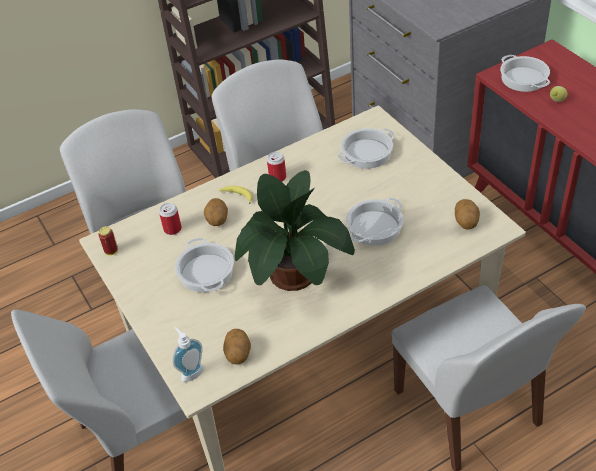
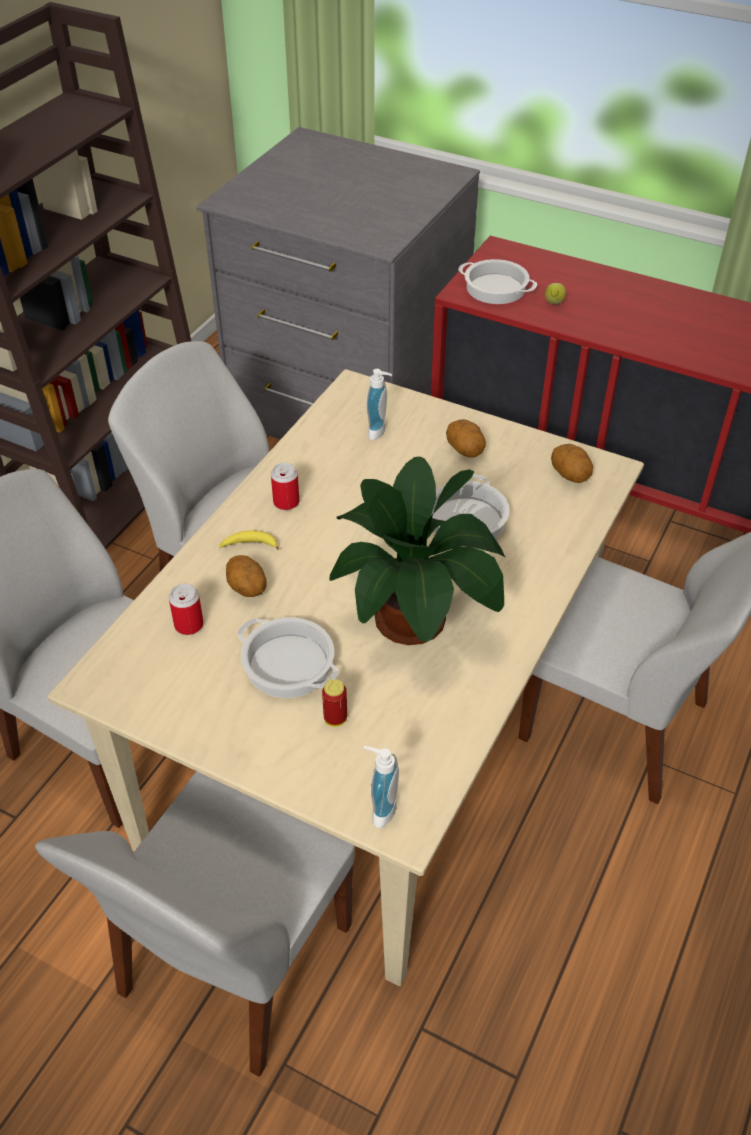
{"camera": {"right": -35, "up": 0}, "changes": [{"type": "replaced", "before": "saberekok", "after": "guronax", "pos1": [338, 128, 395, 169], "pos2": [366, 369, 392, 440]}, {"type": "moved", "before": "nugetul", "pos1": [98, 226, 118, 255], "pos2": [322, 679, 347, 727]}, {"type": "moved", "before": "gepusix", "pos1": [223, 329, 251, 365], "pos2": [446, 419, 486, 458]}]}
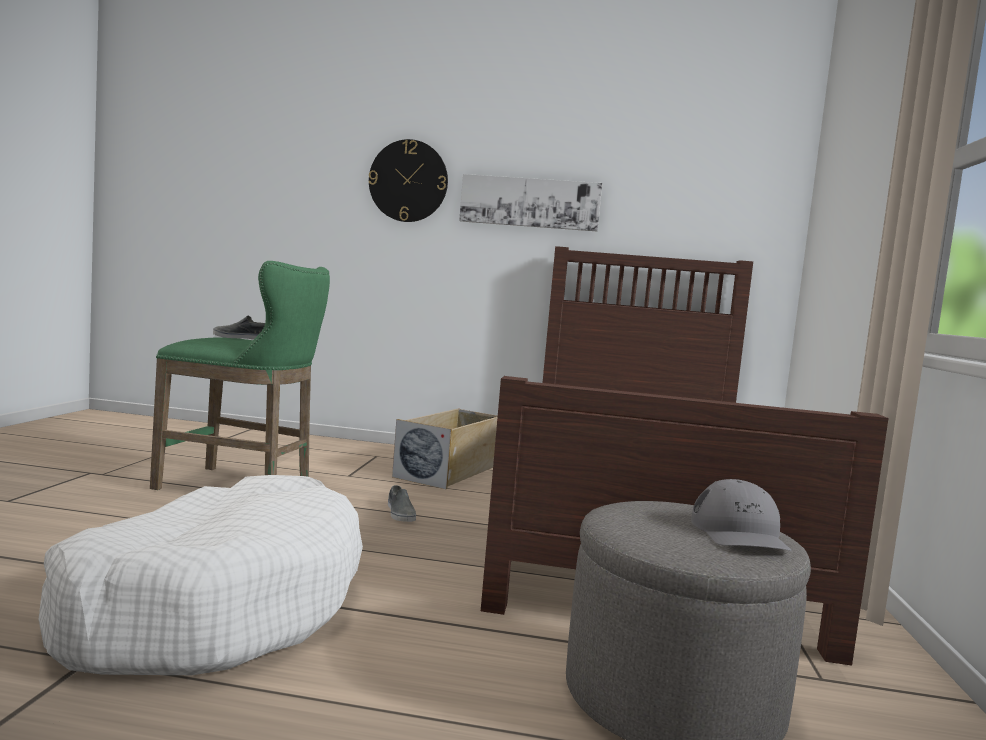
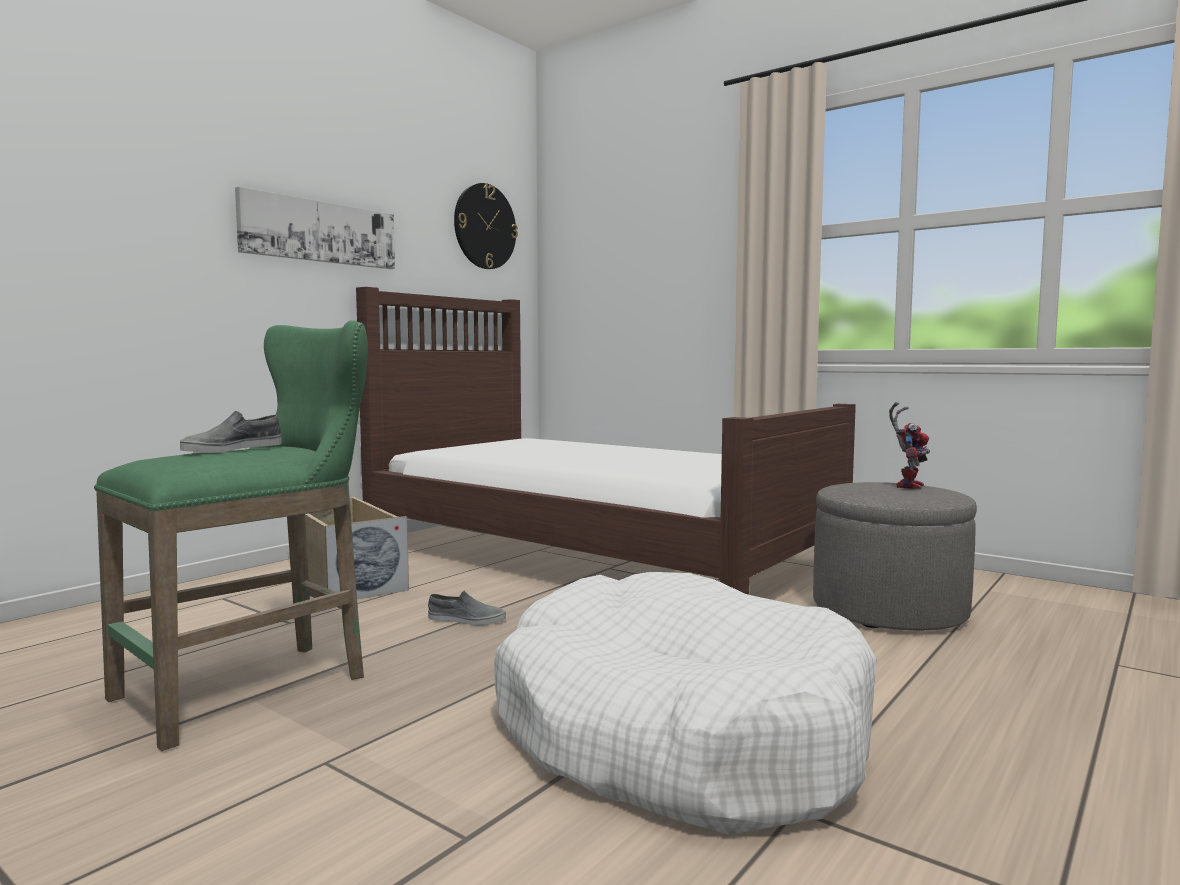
{"camera": {"right": -60, "up": 0}, "changes": [{"type": "moved", "before": "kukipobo", "pos1": [369, 139, 448, 222], "pos2": [454, 183, 518, 269]}, {"type": "replaced", "before": "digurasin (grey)", "after": "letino", "pos1": [691, 479, 792, 551], "pos2": [889, 402, 930, 490]}]}
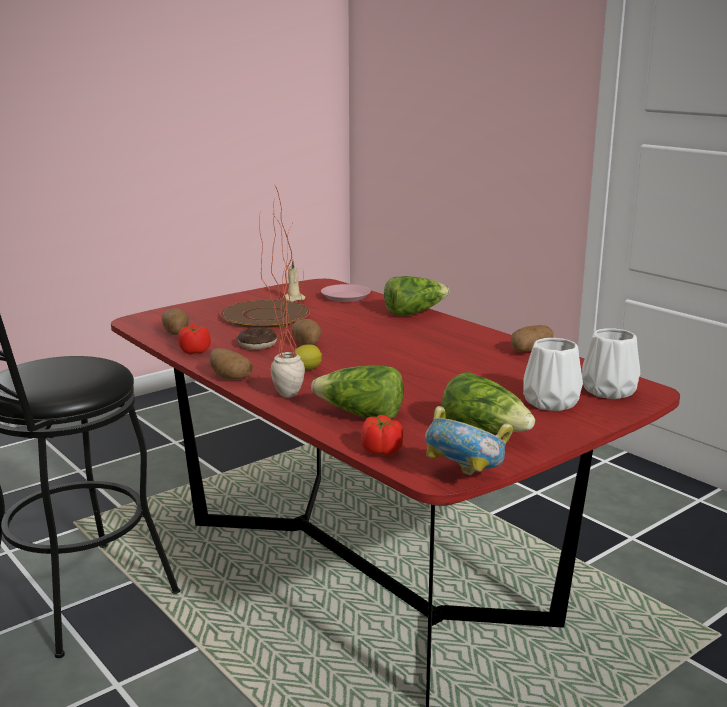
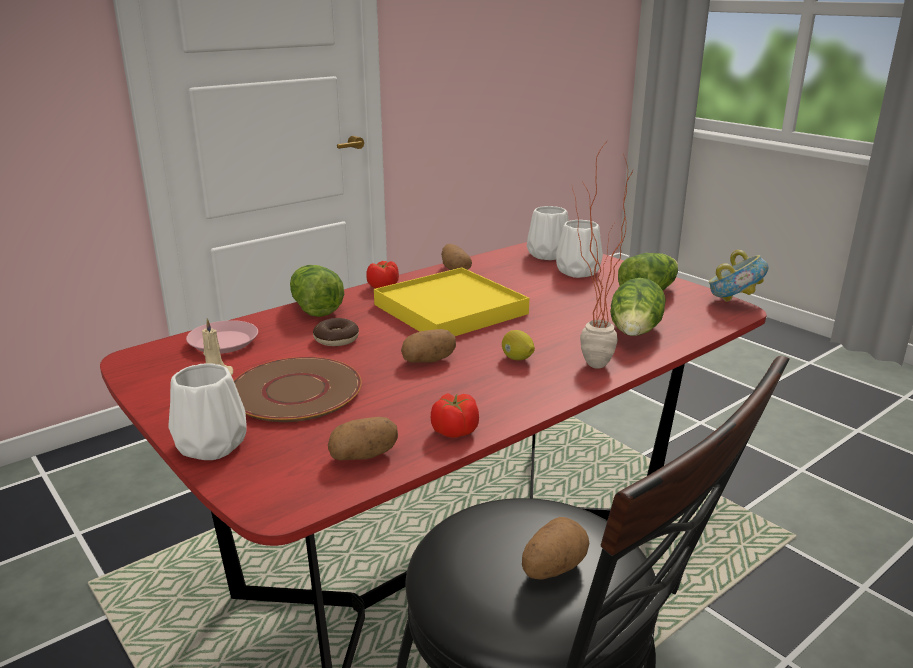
{"camera": {"right": -90, "up": 5}, "changes": [{"type": "moved", "before": "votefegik", "pos1": [238, 327, 277, 350], "pos2": [313, 318, 359, 346]}, {"type": "moved", "before": "gepusix", "pos1": [210, 348, 253, 379], "pos2": [522, 517, 589, 580]}, {"type": "moved", "before": "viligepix", "pos1": [361, 415, 403, 456], "pos2": [366, 261, 399, 288]}, {"type": "added", "after": "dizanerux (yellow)", "pos2": [374, 267, 529, 336]}, {"type": "added", "after": "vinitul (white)", "pos2": [168, 363, 247, 460]}]}
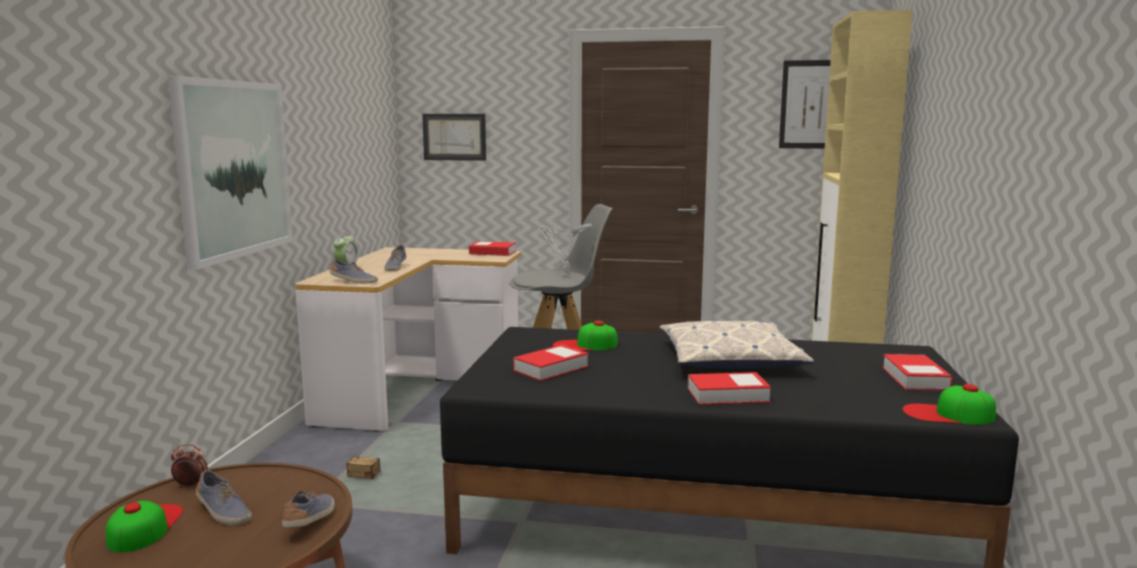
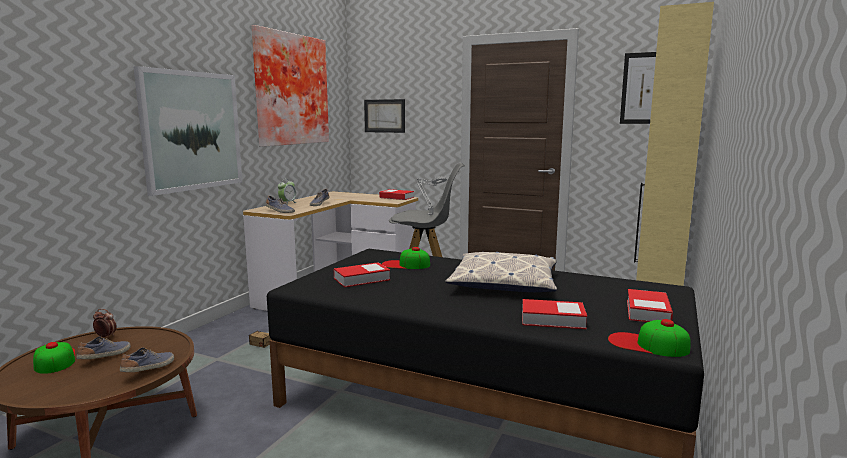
{"camera": {"right": 15, "up": 0}, "changes": [{"type": "moved", "before": "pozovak", "pos1": [688, 372, 771, 405], "pos2": [522, 299, 587, 329]}, {"type": "turned", "before": "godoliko", "pos1": [196, 470, 252, 525], "pos2": [77, 337, 131, 359], "turn": -120}, {"type": "turned", "before": "digurasin", "pos1": [106, 501, 183, 553], "pos2": [33, 342, 75, 374], "turn": -45}, {"type": "added", "after": "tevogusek", "pos2": [252, 25, 329, 147]}]}
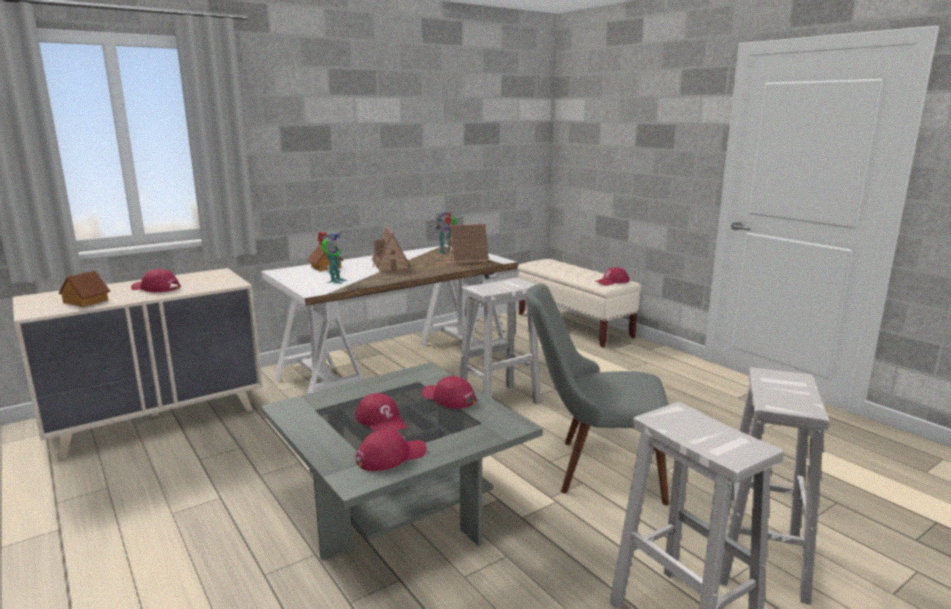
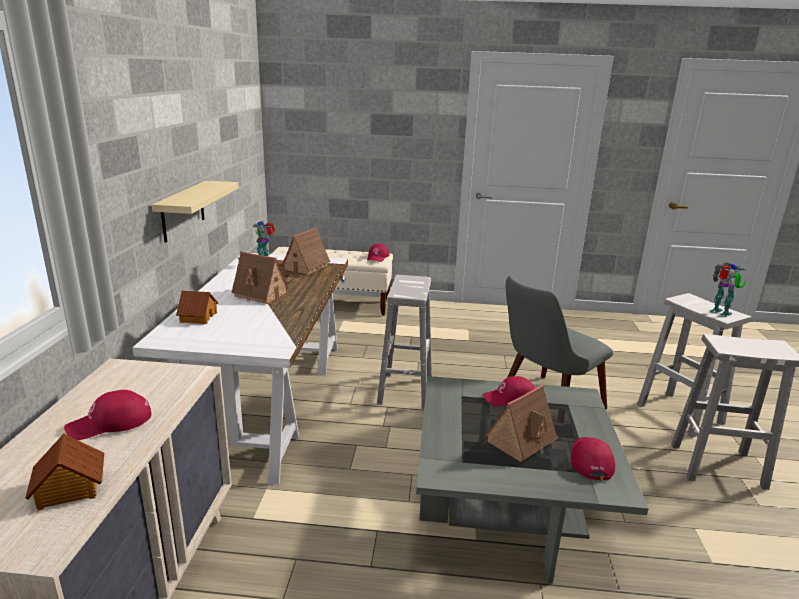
{"camera": {"right": -50, "up": 5}, "changes": [{"type": "moved", "before": "letino", "pos1": [318, 232, 347, 284], "pos2": [710, 262, 746, 317]}, {"type": "replaced", "before": "digurasin (red)", "after": "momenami", "pos1": [355, 393, 407, 432], "pos2": [484, 385, 559, 462]}, {"type": "added", "after": "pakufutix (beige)", "pos2": [152, 181, 239, 242]}]}
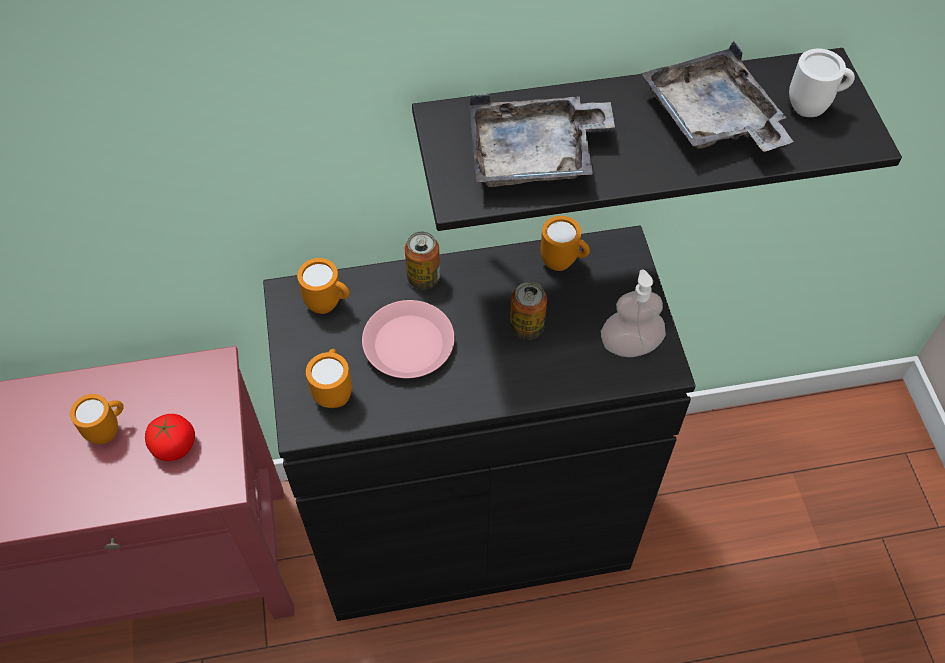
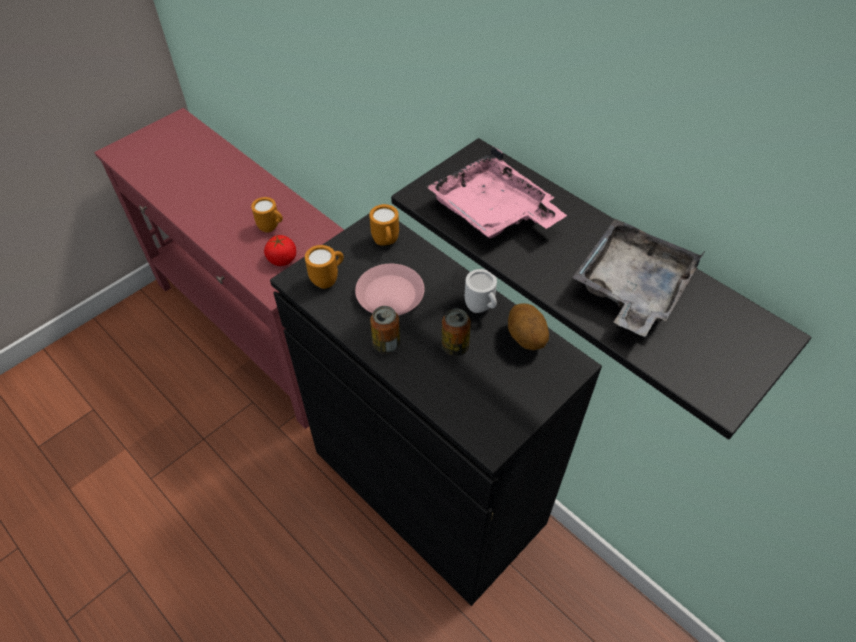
{"camera": {"right": 55, "up": -5}, "changes": [{"type": "moved", "before": "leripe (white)", "pos1": [789, 49, 855, 117], "pos2": [465, 269, 497, 313]}, {"type": "recoloured", "before": "dizanerux (grey)", "after": "dizanerux (pink)", "pos1": [470, 94, 615, 187], "pos2": [426, 146, 567, 238]}, {"type": "replaced", "before": "leripe (orange)", "after": "gepusix", "pos1": [540, 216, 590, 271], "pos2": [508, 303, 549, 350]}, {"type": "moved", "before": "nugetul", "pos1": [405, 232, 440, 289], "pos2": [370, 306, 400, 354]}, {"type": "removed", "before": "guronax", "pos1": [601, 270, 666, 357]}]}
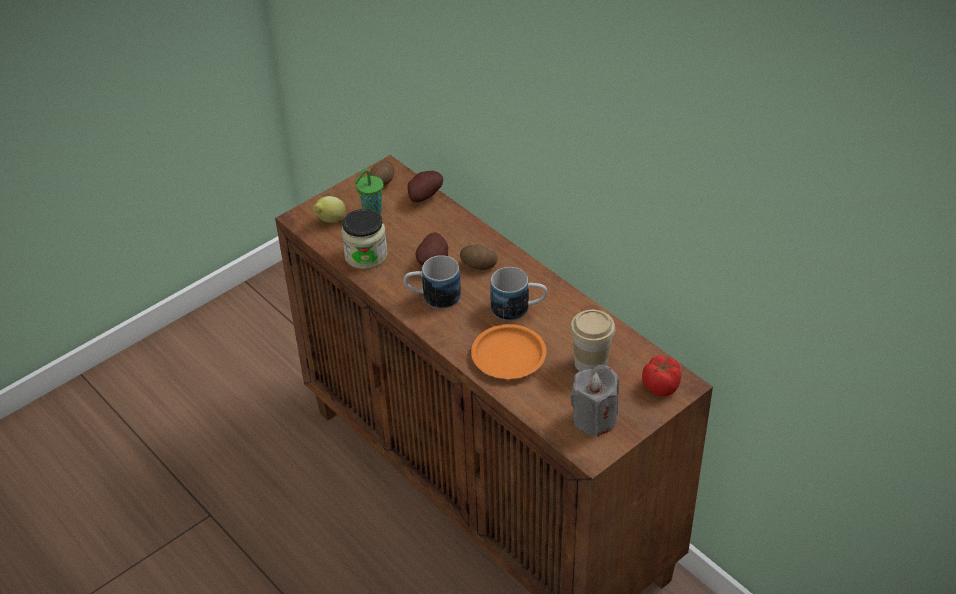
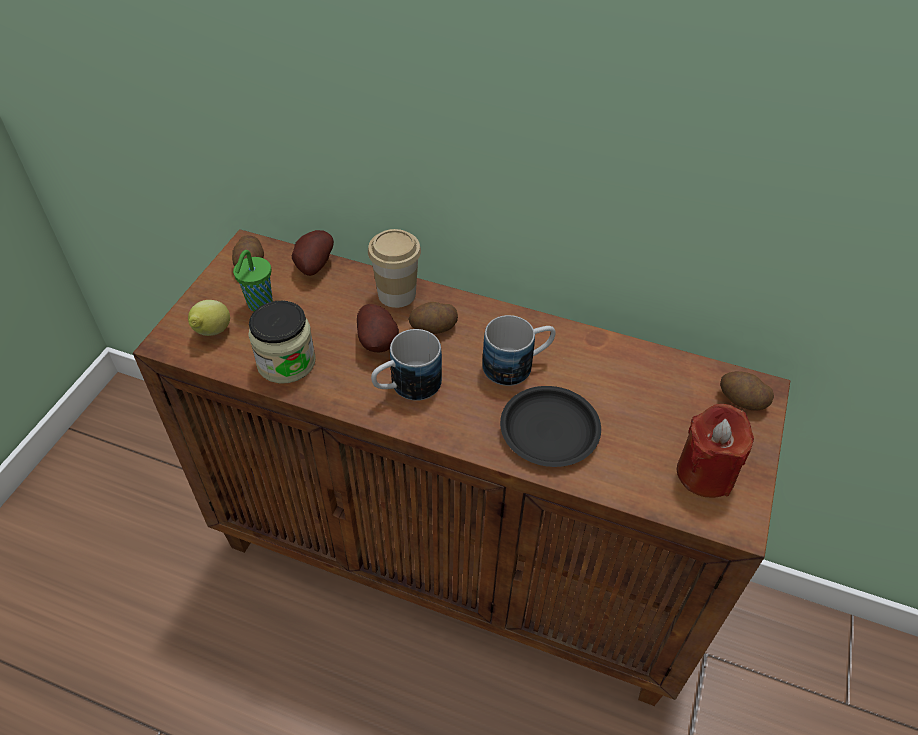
{"camera": {"right": -30, "up": 5}, "changes": [{"type": "moved", "before": "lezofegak", "pos1": [570, 310, 615, 371], "pos2": [368, 229, 421, 308]}, {"type": "recoloured", "before": "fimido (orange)", "after": "fimido (black)", "pos1": [471, 324, 546, 379], "pos2": [500, 386, 601, 467]}, {"type": "replaced", "before": "viligepix", "after": "gepusix", "pos1": [642, 356, 681, 396], "pos2": [720, 371, 774, 411]}, {"type": "recoloured", "before": "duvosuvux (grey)", "after": "duvosuvux (red)", "pos1": [570, 365, 619, 437], "pos2": [676, 404, 754, 498]}]}
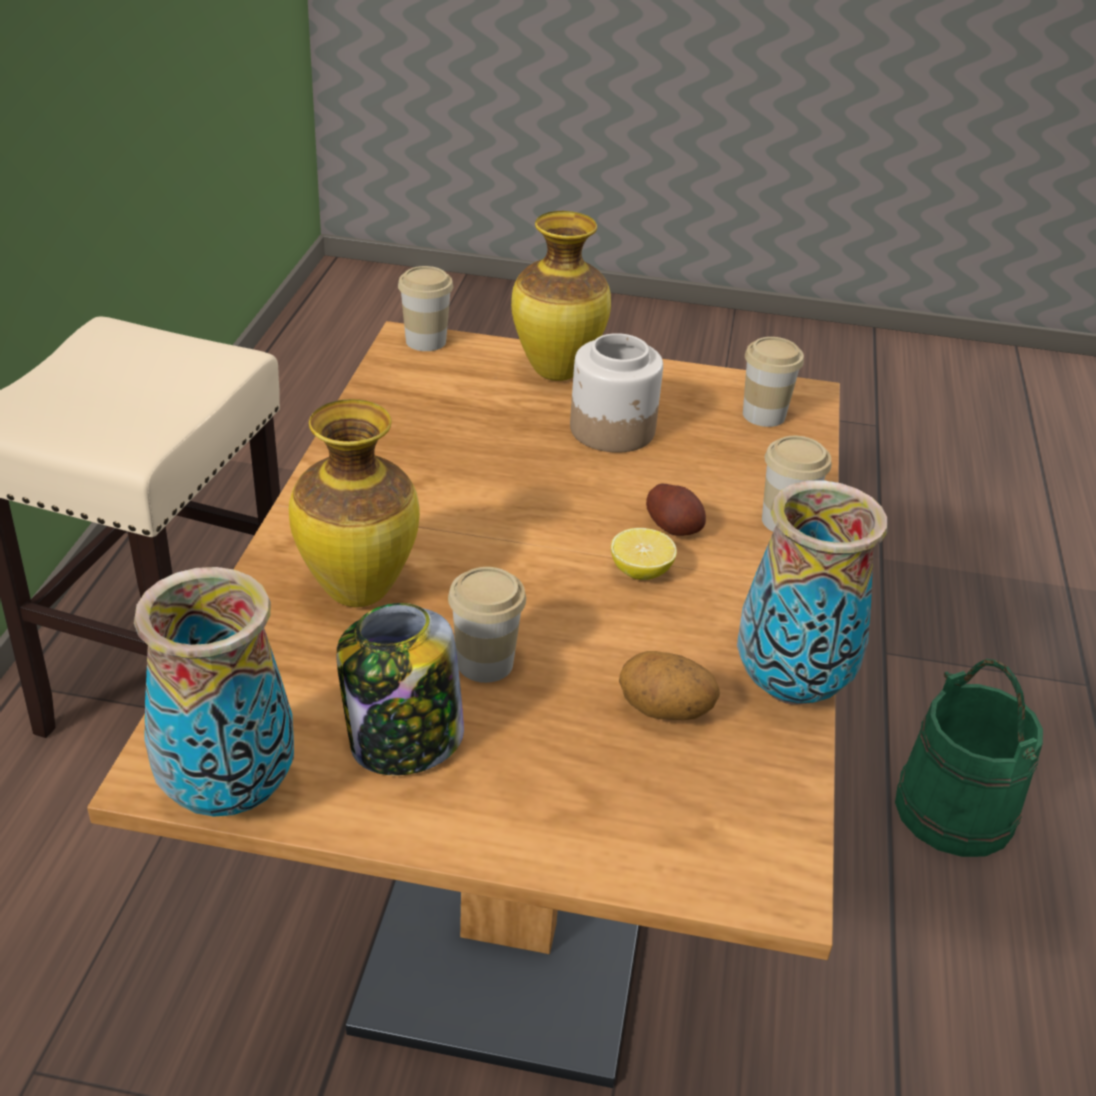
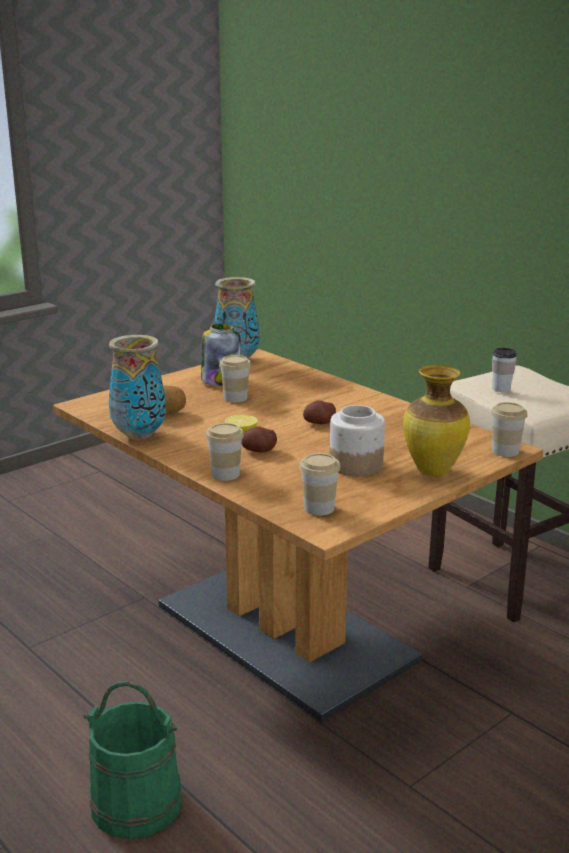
{"camera": {"right": 130, "up": -15}, "changes": [{"type": "removed", "before": "vinitul", "pos1": [289, 399, 420, 607]}, {"type": "added", "after": "lezofegak", "pos2": [492, 348, 517, 392]}, {"type": "added", "after": "gepusix", "pos2": [303, 400, 336, 424]}]}
